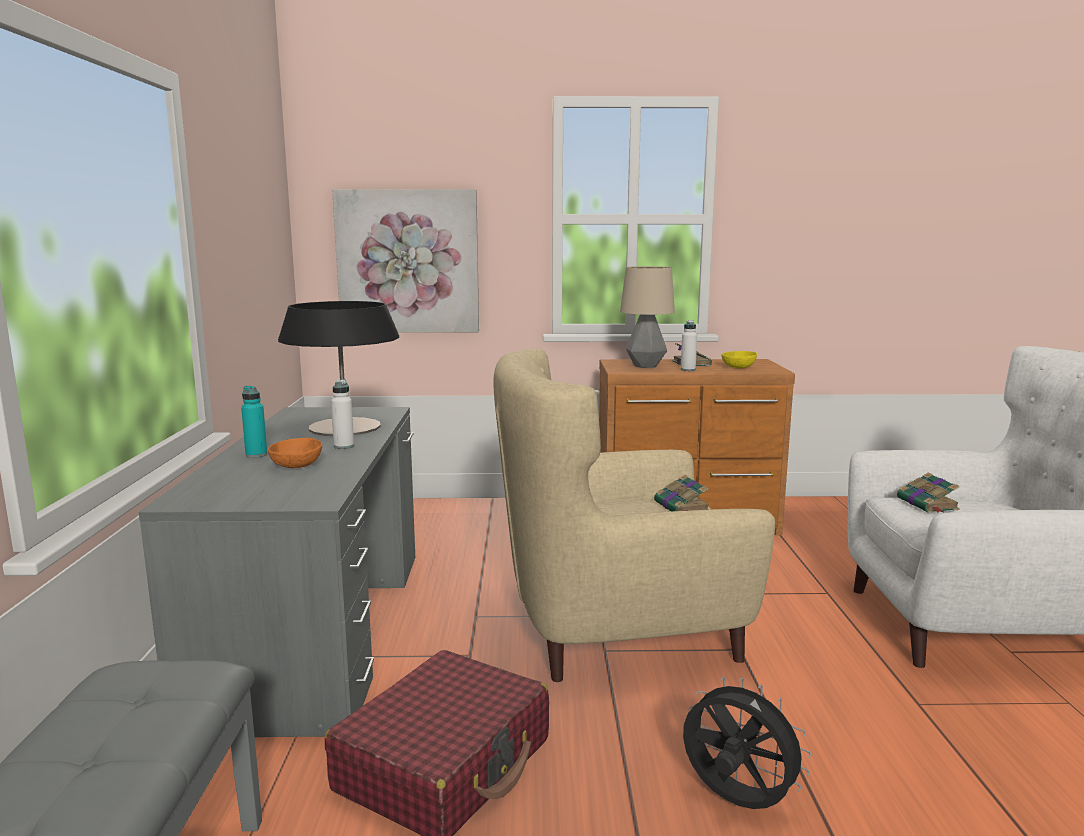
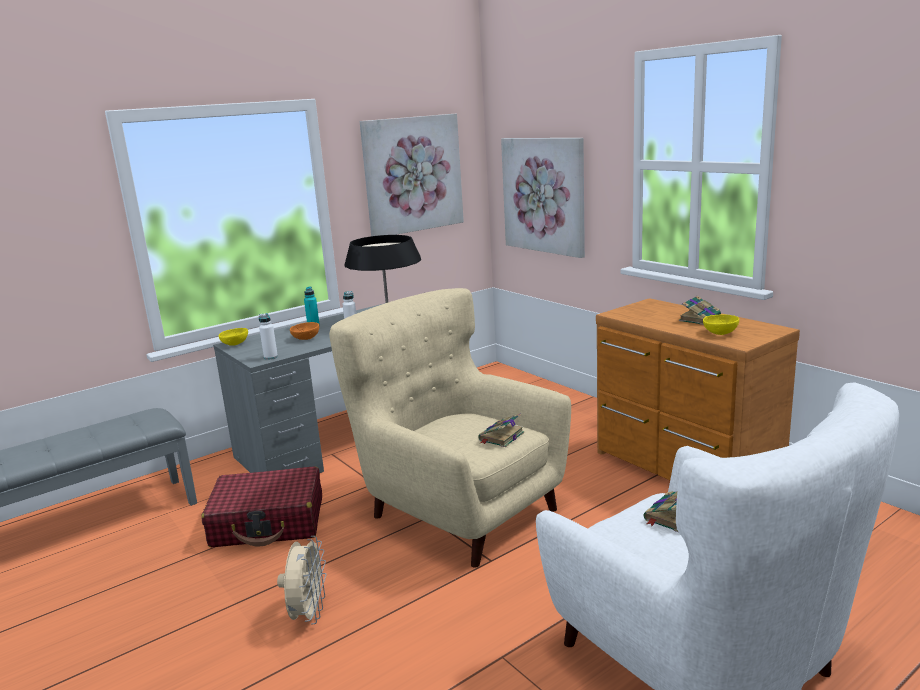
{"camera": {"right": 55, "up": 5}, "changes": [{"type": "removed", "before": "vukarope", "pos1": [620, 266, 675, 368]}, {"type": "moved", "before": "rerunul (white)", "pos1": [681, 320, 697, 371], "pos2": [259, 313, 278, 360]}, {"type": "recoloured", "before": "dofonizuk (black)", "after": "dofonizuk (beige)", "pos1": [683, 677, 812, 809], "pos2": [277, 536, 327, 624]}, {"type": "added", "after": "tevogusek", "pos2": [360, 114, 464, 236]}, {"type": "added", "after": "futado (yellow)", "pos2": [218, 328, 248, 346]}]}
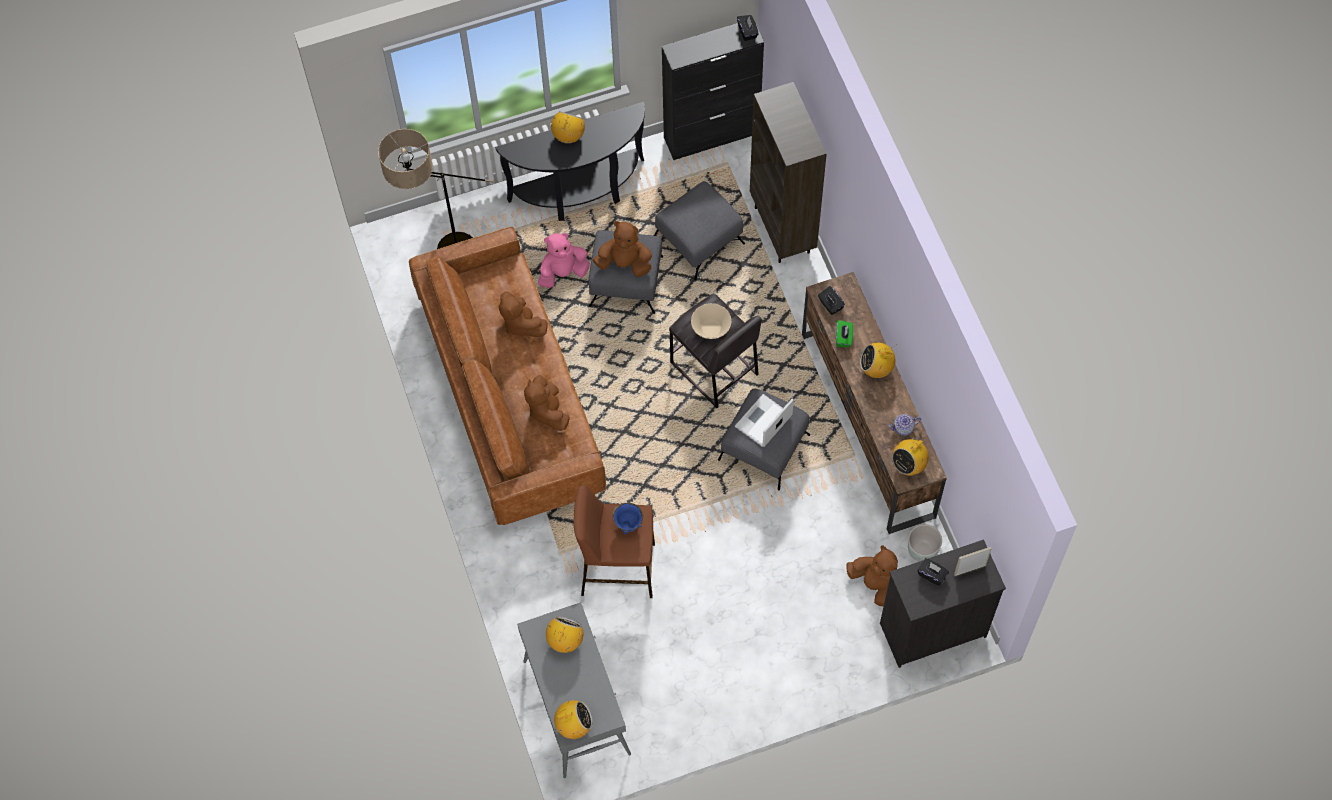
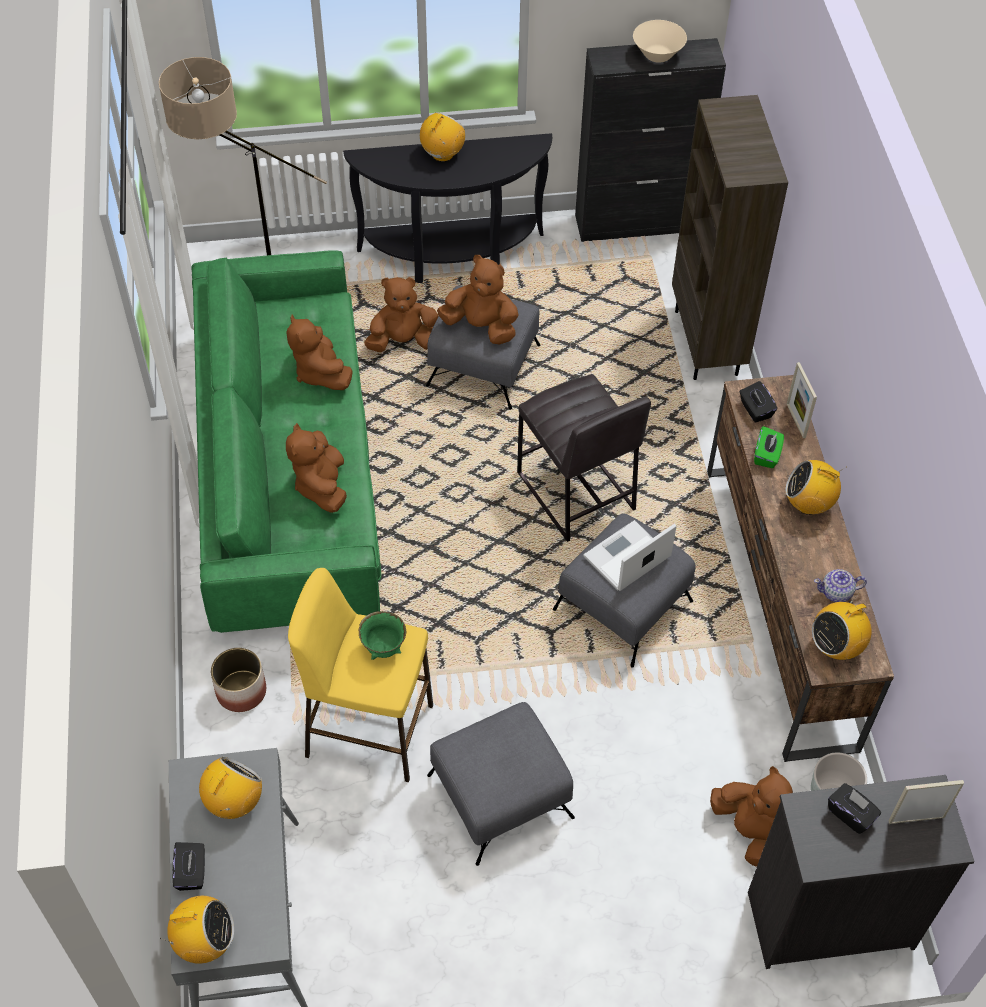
{"camera": {"right": 10, "up": -10}, "changes": [{"type": "moved", "before": "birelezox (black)", "pos1": [737, 15, 759, 41], "pos2": [173, 842, 205, 891]}, {"type": "moved", "before": "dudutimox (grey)", "pos1": [654, 181, 745, 280], "pos2": [427, 702, 575, 866]}, {"type": "recoloured", "before": "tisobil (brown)", "after": "tisobil (green)", "pos1": [409, 227, 606, 525], "pos2": [191, 250, 382, 633]}, {"type": "recoloured", "before": "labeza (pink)", "after": "labeza (brown)", "pos1": [538, 233, 590, 288], "pos2": [364, 277, 439, 352]}, {"type": "moved", "before": "futado (beige)", "pos1": [691, 303, 731, 339], "pos2": [633, 20, 687, 63]}, {"type": "recoloured", "before": "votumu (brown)", "after": "votumu (yellow)", "pos1": [574, 485, 655, 598], "pos2": [288, 568, 433, 782]}, {"type": "recoloured", "before": "futado (blue)", "after": "futado (green)", "pos1": [612, 503, 643, 535], "pos2": [359, 611, 406, 660]}, {"type": "added", "after": "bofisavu", "pos2": [787, 362, 817, 438]}, {"type": "added", "after": "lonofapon", "pos2": [211, 648, 266, 712]}]}
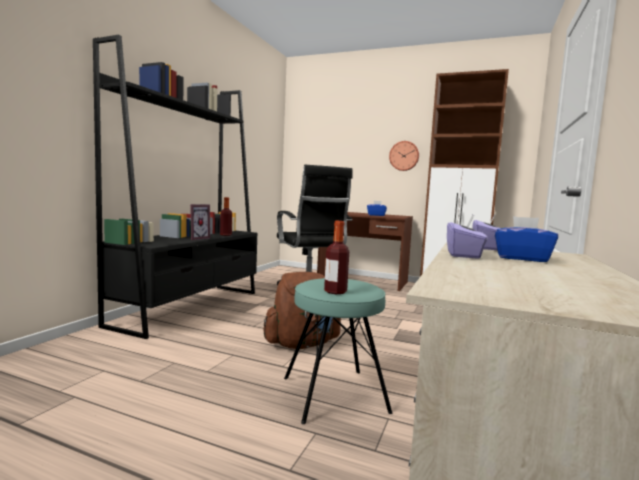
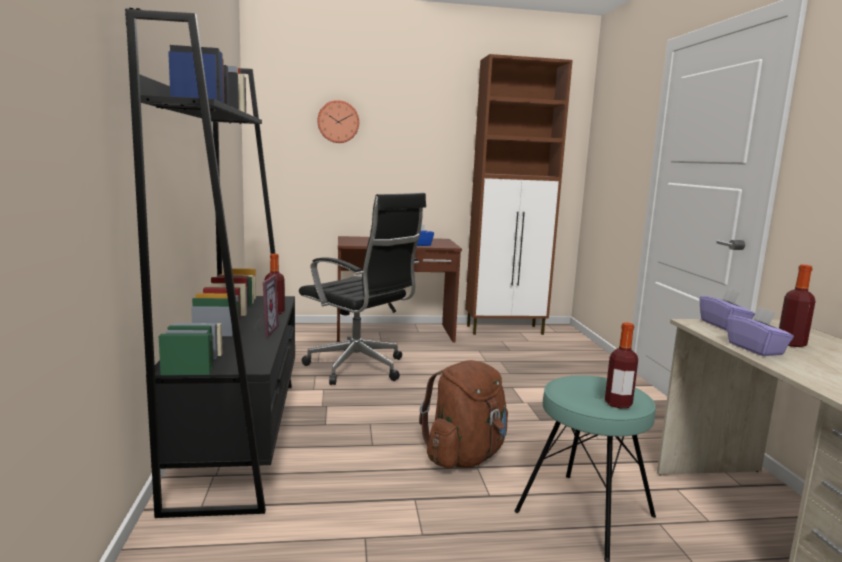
{"camera": {"right": -30, "up": 5}, "changes": [{"type": "moved", "before": "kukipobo", "pos1": [389, 141, 419, 171], "pos2": [317, 100, 359, 143]}, {"type": "replaced", "before": "birelezox (blue)", "after": "rerunul", "pos1": [495, 216, 558, 262], "pos2": [779, 265, 816, 347]}]}
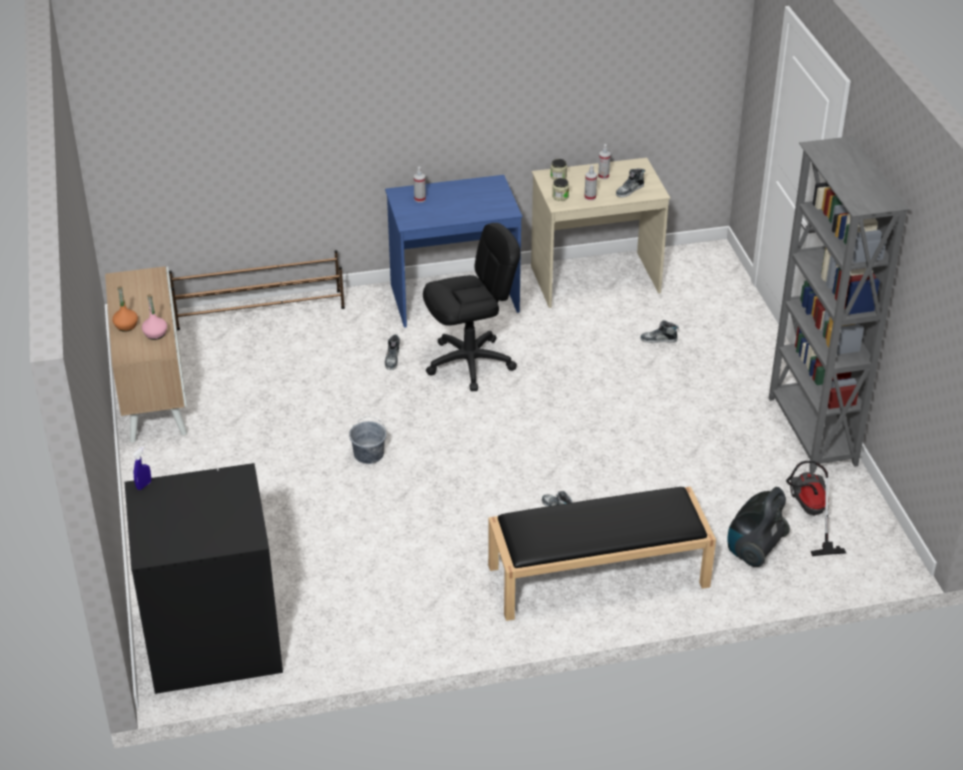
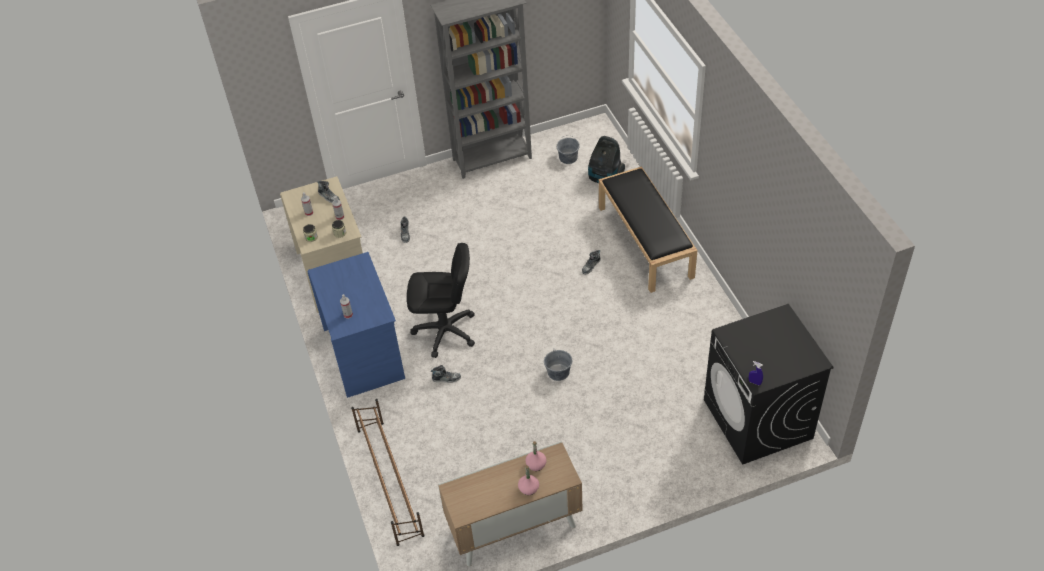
{"camera": {"right": -95, "up": 10}, "changes": [{"type": "turned", "before": "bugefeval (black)", "pos1": [423, 223, 520, 391], "pos2": [407, 243, 475, 358], "turn": 120}, {"type": "recoloured", "before": "rerunul (orange)", "after": "rerunul (pink)", "pos1": [112, 286, 138, 332], "pos2": [518, 465, 539, 495]}, {"type": "replaced", "before": "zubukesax", "after": "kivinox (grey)", "pos1": [786, 461, 846, 556], "pos2": [557, 135, 580, 164]}]}
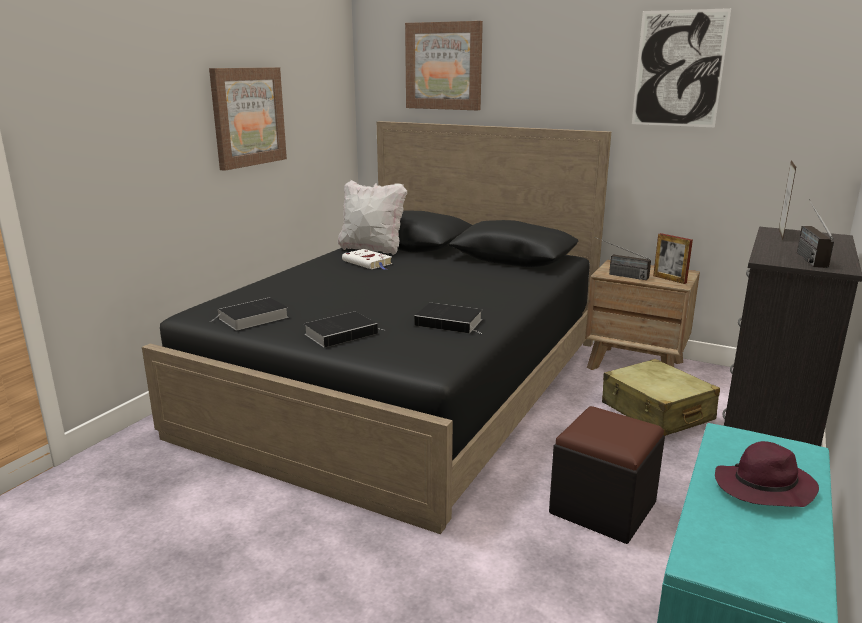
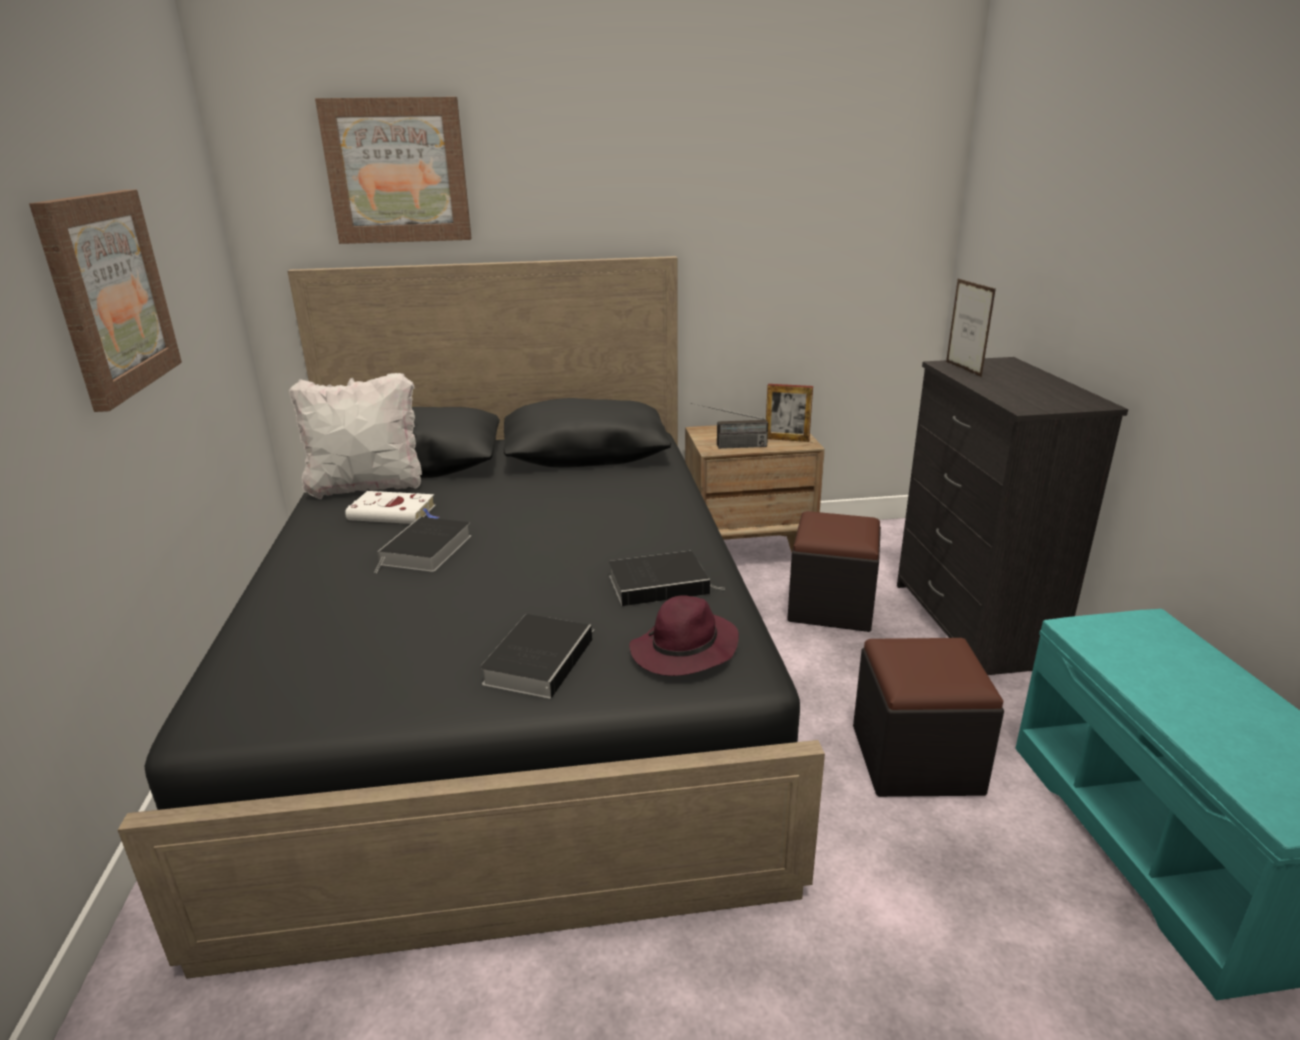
{"camera": {"right": -35, "up": 5}, "changes": [{"type": "removed", "before": "tevogusek", "pos1": [632, 8, 731, 127]}, {"type": "removed", "before": "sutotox", "pos1": [797, 199, 834, 268]}, {"type": "moved", "before": "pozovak", "pos1": [211, 297, 288, 330], "pos2": [374, 517, 471, 573]}, {"type": "replaced", "before": "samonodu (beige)", "after": "dudutimox (black)", "pos1": [602, 359, 720, 436], "pos2": [787, 511, 881, 632]}, {"type": "moved", "before": "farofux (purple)", "pos1": [715, 441, 819, 507], "pos2": [629, 595, 739, 676]}]}
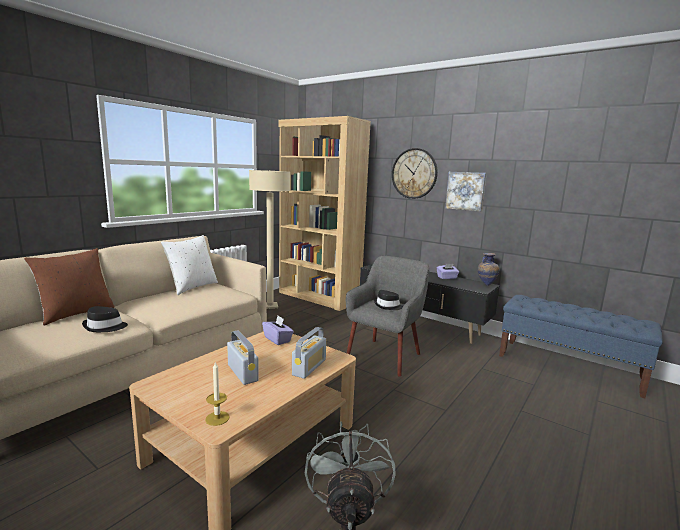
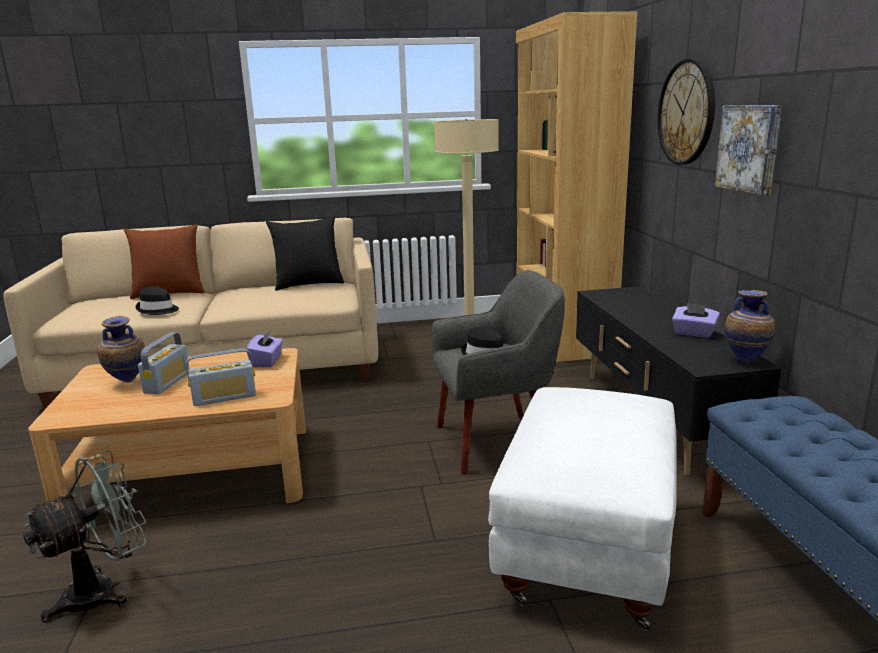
{"camera": {"right": 45, "up": 5}, "changes": [{"type": "recoloured", "before": "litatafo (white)", "after": "litatafo (black)", "pos1": [161, 235, 218, 295], "pos2": [266, 216, 344, 291]}, {"type": "removed", "before": "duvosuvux", "pos1": [205, 362, 230, 426]}, {"type": "added", "after": "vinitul", "pos2": [97, 316, 145, 382]}, {"type": "added", "after": "dudutimox (white)", "pos2": [488, 387, 677, 631]}]}
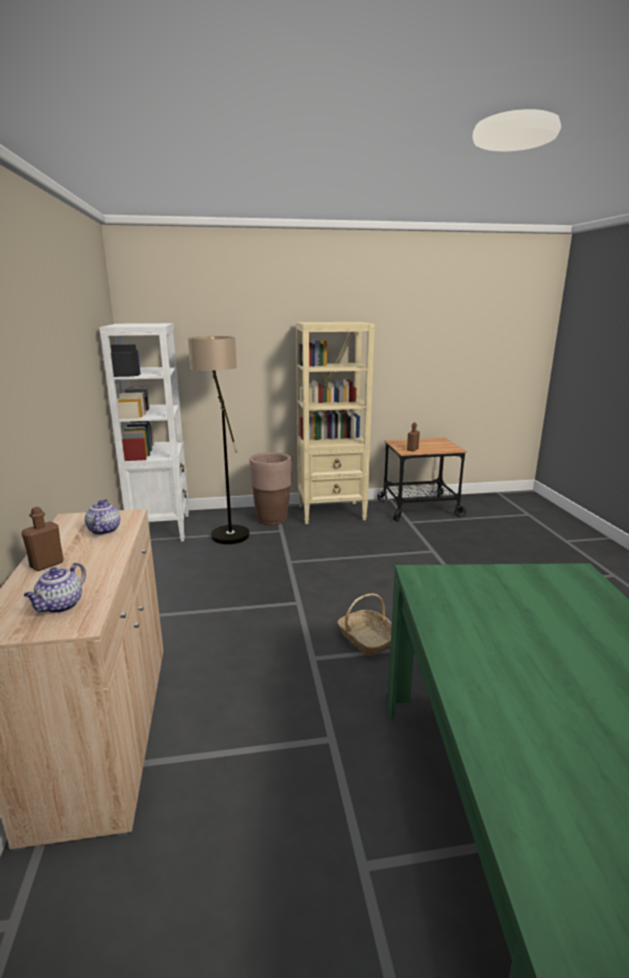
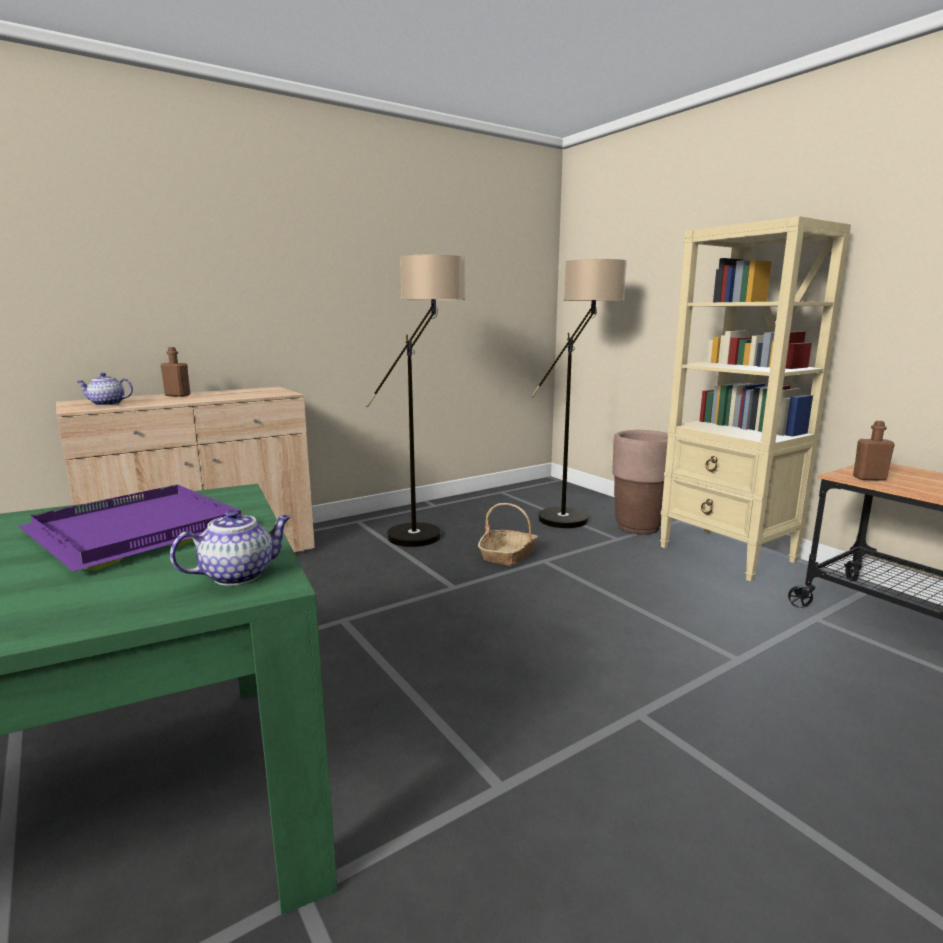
{"camera": {"right": 65, "up": -5}, "changes": [{"type": "removed", "before": "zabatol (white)", "pos1": [99, 323, 189, 541]}, {"type": "moved", "before": "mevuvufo", "pos1": [85, 499, 120, 535], "pos2": [170, 510, 291, 586]}, {"type": "moved", "before": "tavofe", "pos1": [337, 593, 392, 656], "pos2": [478, 503, 538, 566]}, {"type": "added", "after": "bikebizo", "pos2": [366, 254, 465, 547]}, {"type": "added", "after": "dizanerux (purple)", "pos2": [18, 484, 242, 571]}]}
